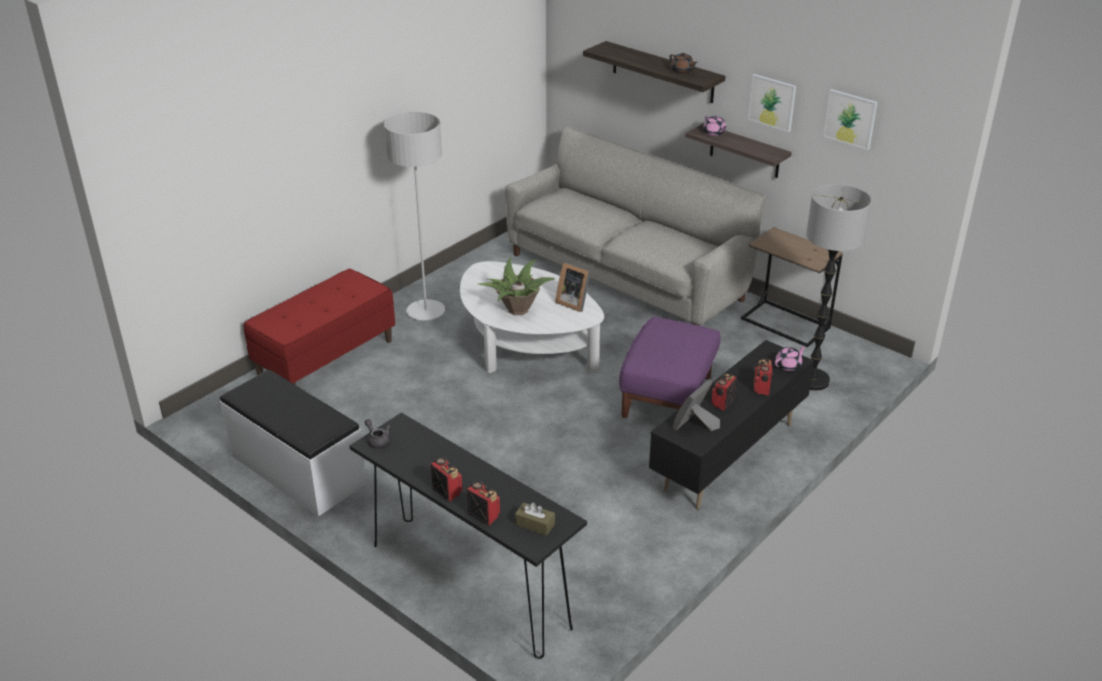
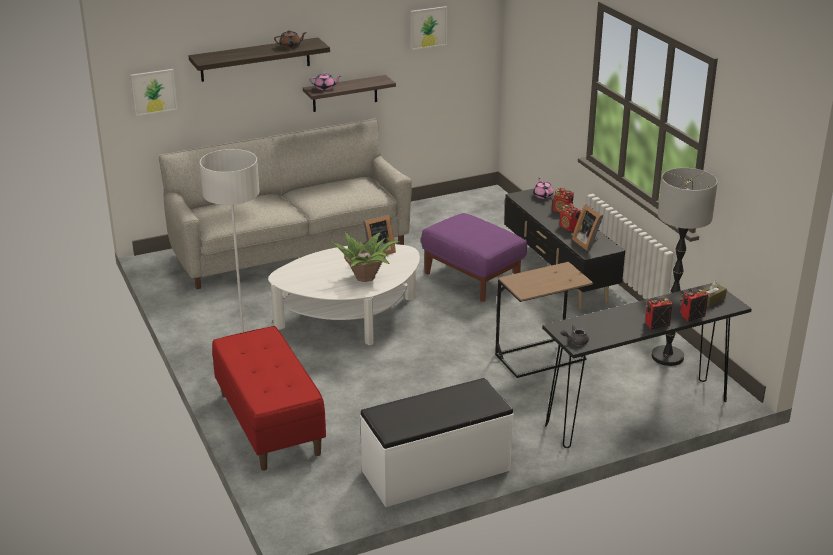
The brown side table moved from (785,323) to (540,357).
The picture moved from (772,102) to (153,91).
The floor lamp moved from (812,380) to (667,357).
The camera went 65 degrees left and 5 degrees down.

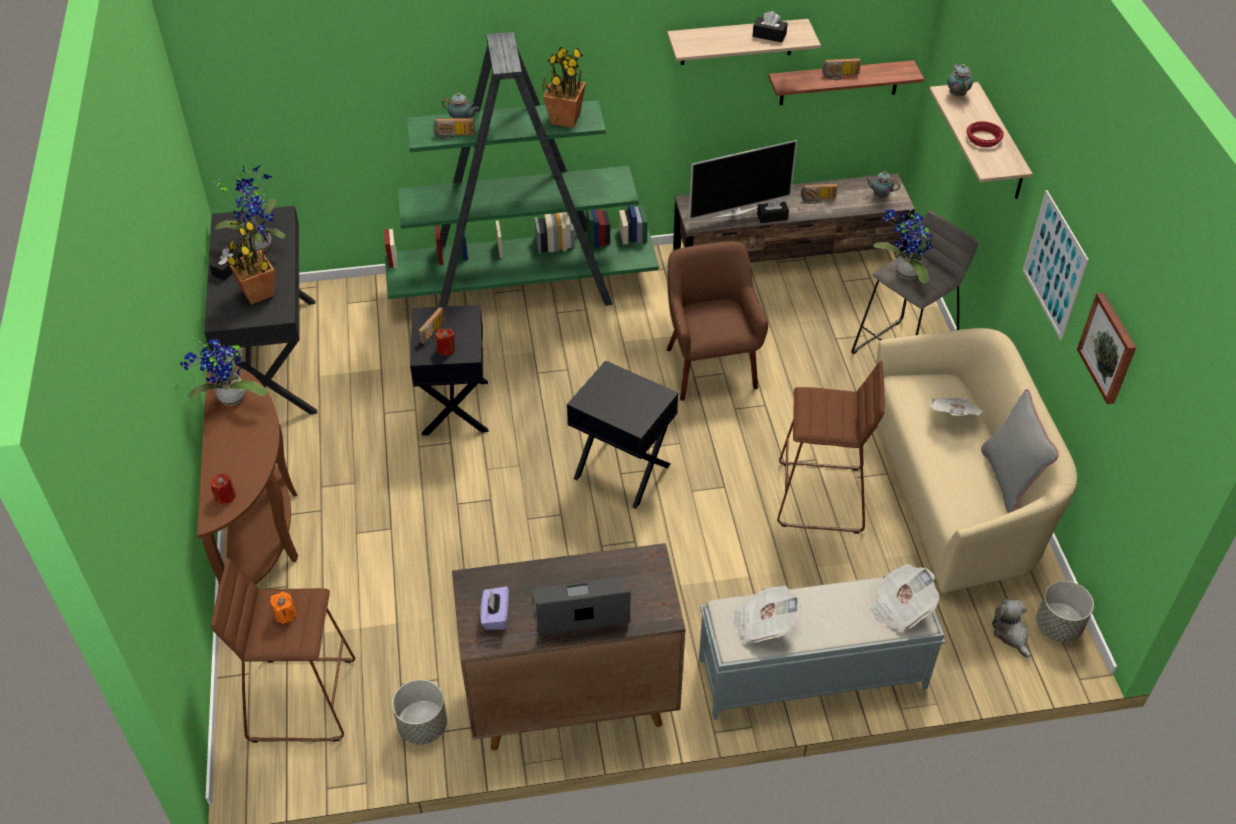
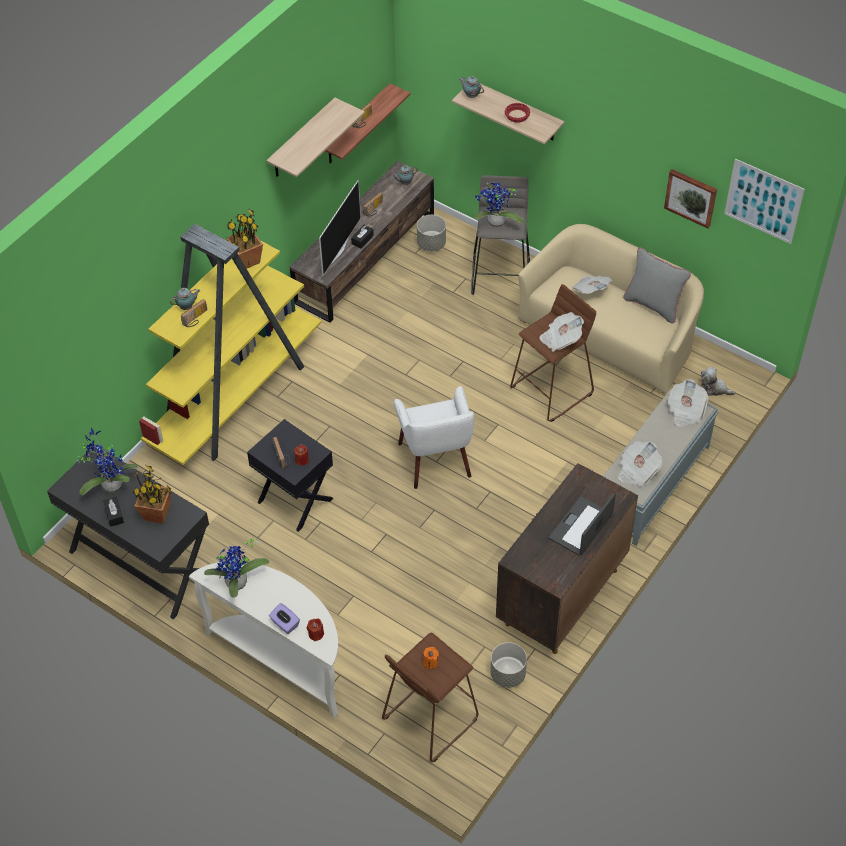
The brown armchair at (709,367) disappeared.
The black tissue box at (769,35) disappeared.
The newspaper at (560,339) appeared.
The purple tissue box moved from (495,616) to (285,624).
The picture moved from (1054,265) to (763,201).
The grey planter moved from (1058,626) to (431,244).
The black side table at (621,472) was replaced by the white armchair at (435,460).
The brown console table at (263,531) became the white console table at (283,659).
The green bookcase at (523,288) became the yellow bookcase at (236,397).
The camera went 45 degrees left and 5 degrees up.

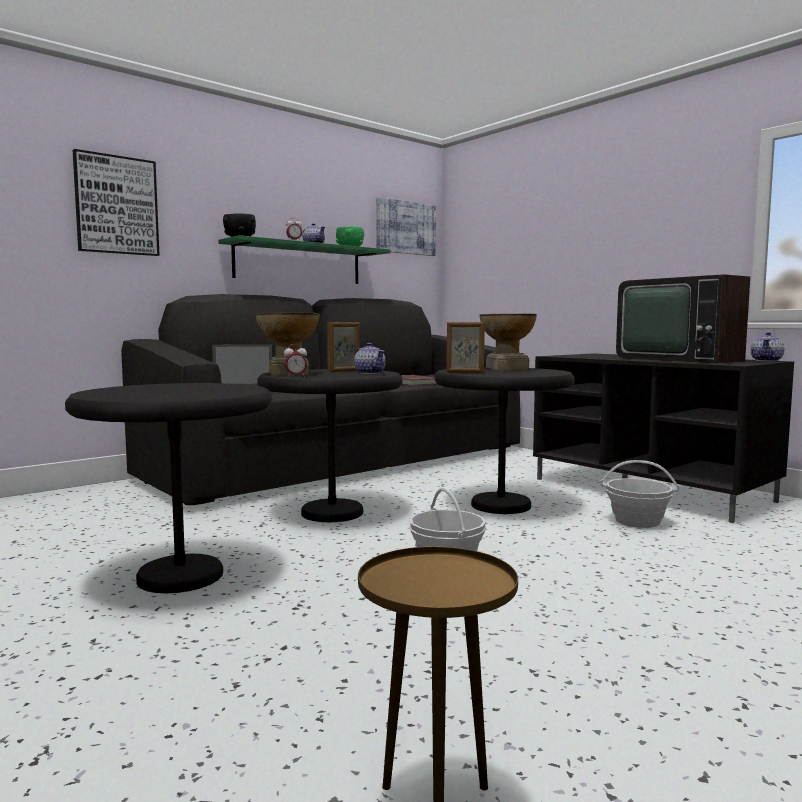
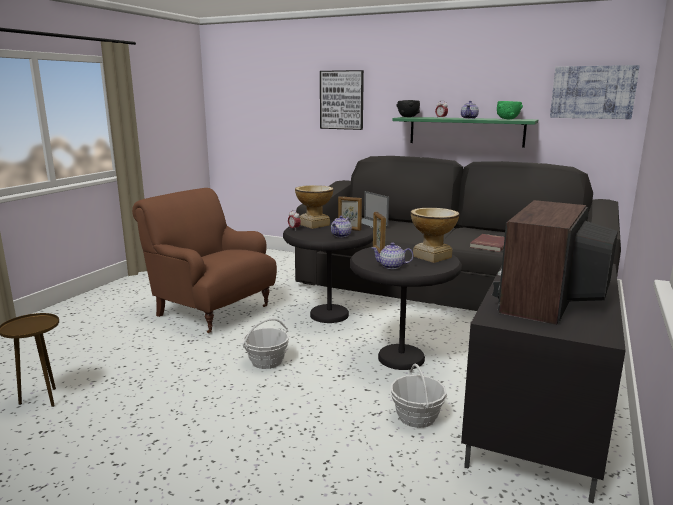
The teapot moved from (767,360) to (392,266).
The black side table at (180,576) was replaced by the brown armchair at (212,310).
The camera went 65 degrees right and 10 degrees up.

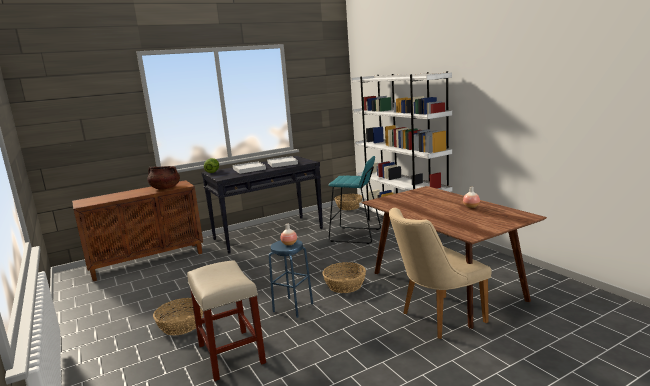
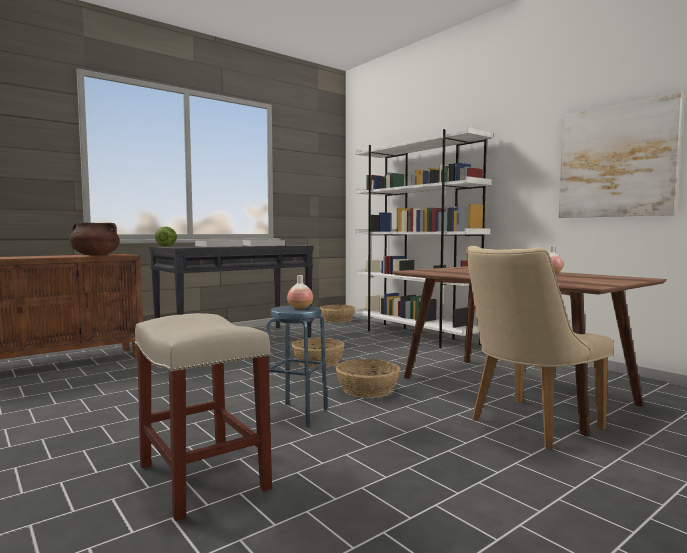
The turquoise stool at (355,235) disappeared.
The picture at (616,161) appeared.
The basket moved from (182,325) to (318,362).
The camera went 10 degrees left and 10 degrees down.

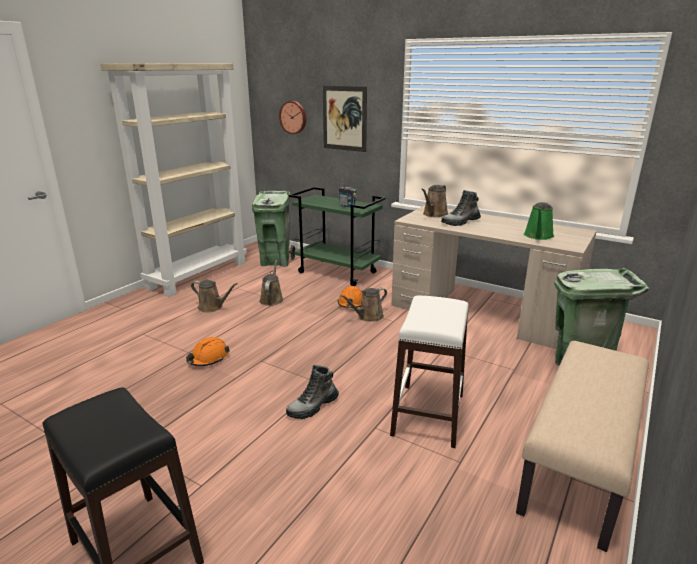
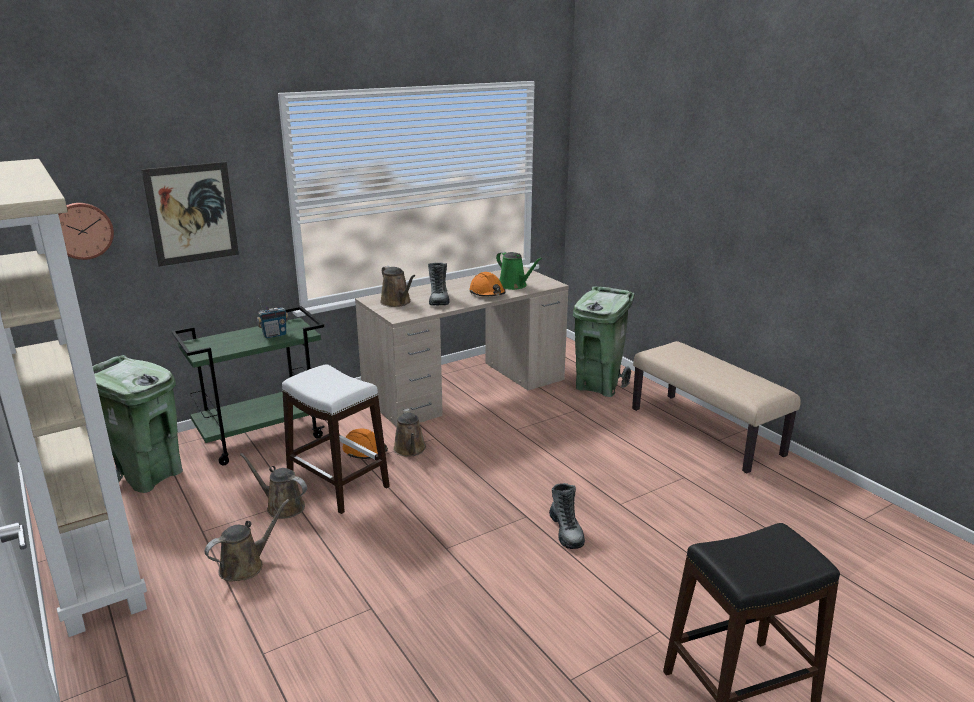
The orange hard hat moved from (208,358) to (487,293).
The white stool moved from (429,414) to (338,483).
The camera went 65 degrees left and 0 degrees up.

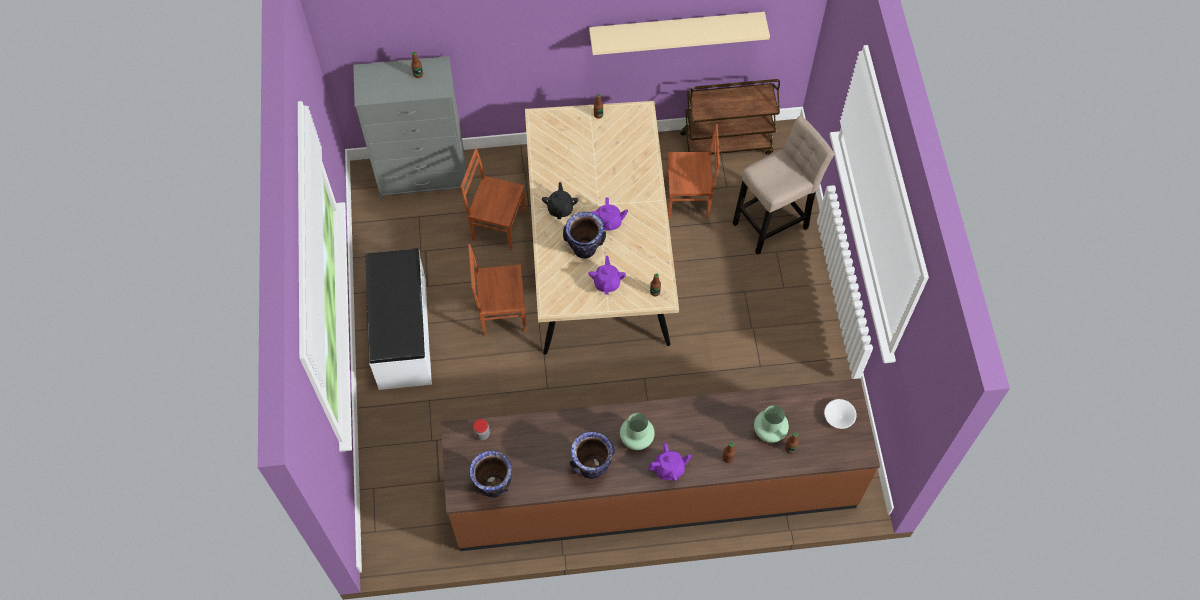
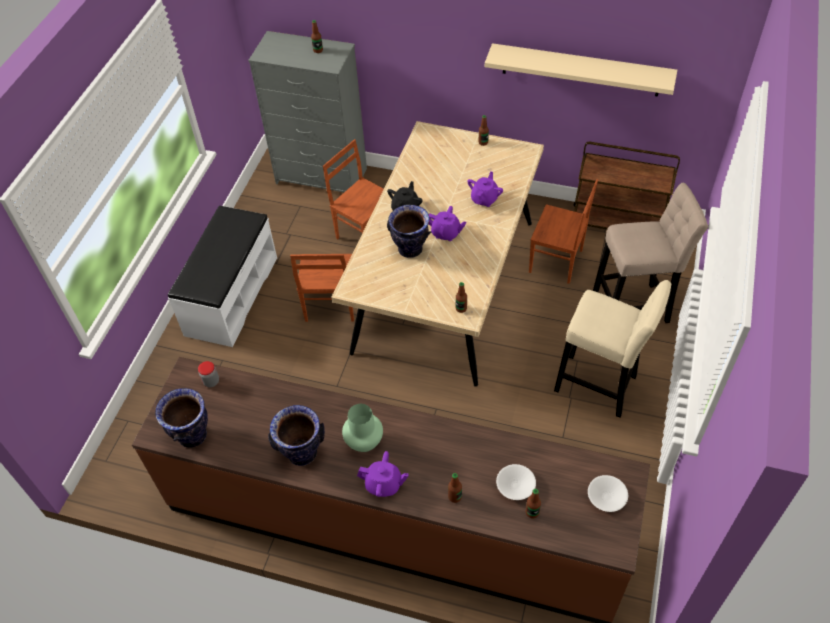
The beige stool at (600,386) appeared.
The purple teapot moved from (607,282) to (484,199).
The green vase at (769,433) was replaced by the white bowl at (515,486).
The brown chair at (502,312) turned 105 degrees counterclockwise.
The camera went 25 degrees right and 10 degrees down.

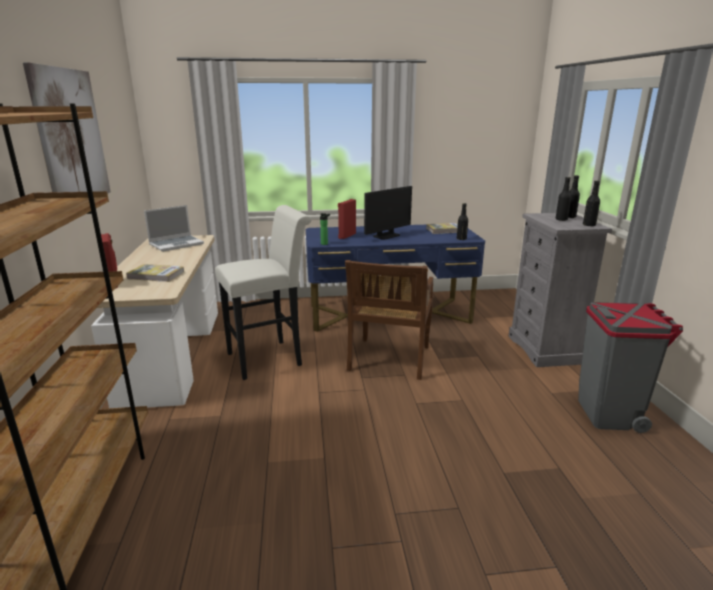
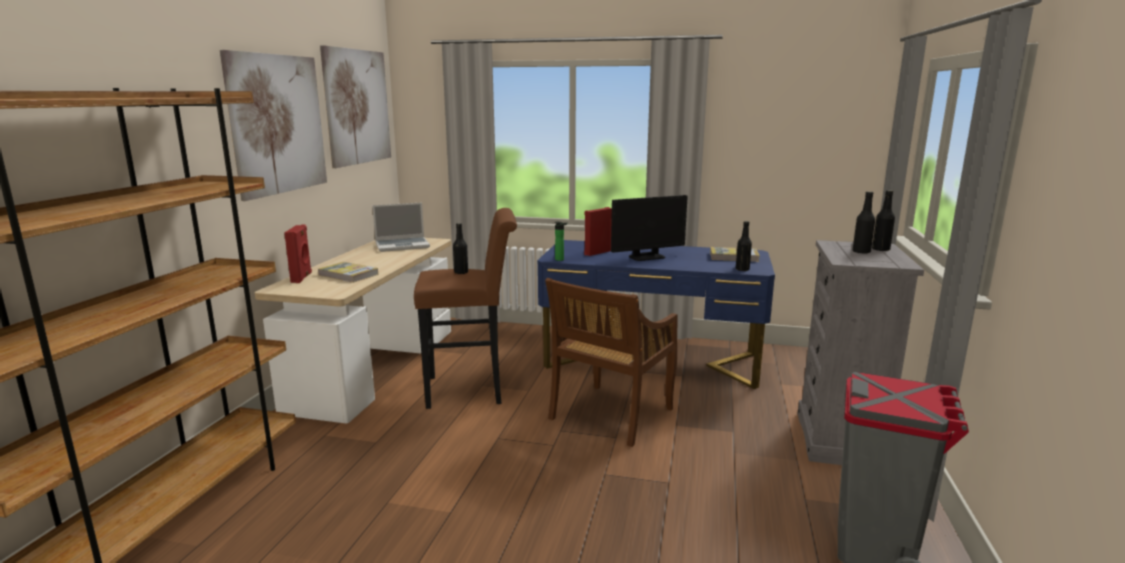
The picture at (357,107) appeared.
The black bottle moved from (589,225) to (461,272).
The white stool at (270,358) became the brown stool at (472,390).
The camera went 20 degrees right and 5 degrees down.

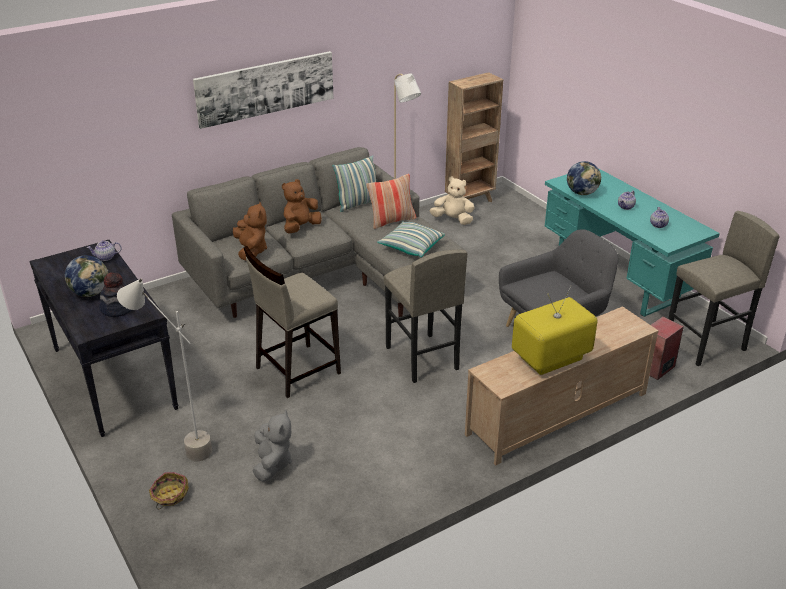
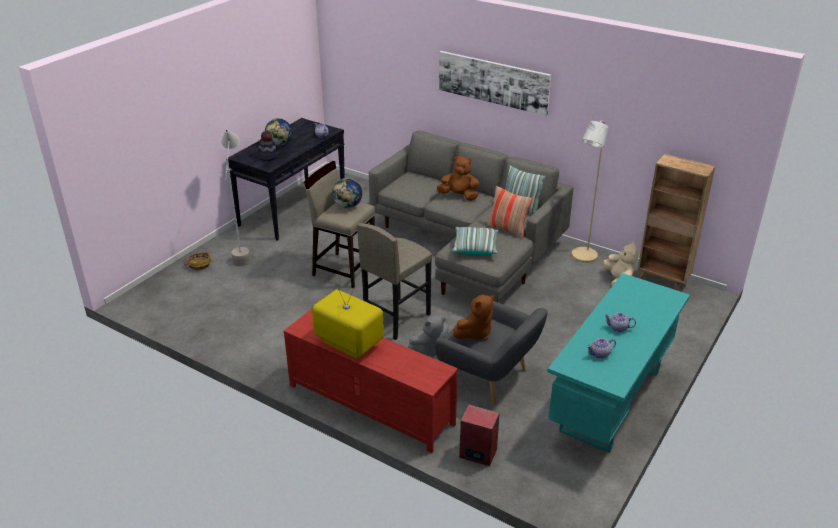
The grey stool at (705,345) disappeared.
The brown plush toy moved from (251,251) to (475,333).
The grey plush toy moved from (272,464) to (430,350).
The globe moved from (582,193) to (348,206).
The beige tv stand at (557,414) became the red tv stand at (370,404).
The camera went 65 degrees right and 0 degrees up.

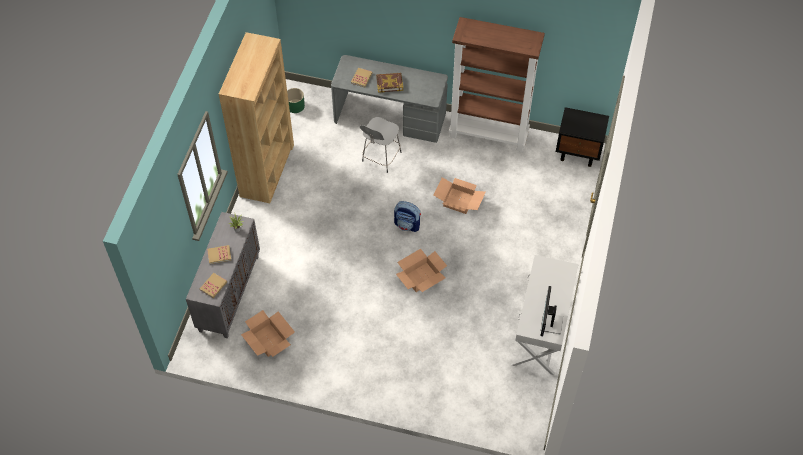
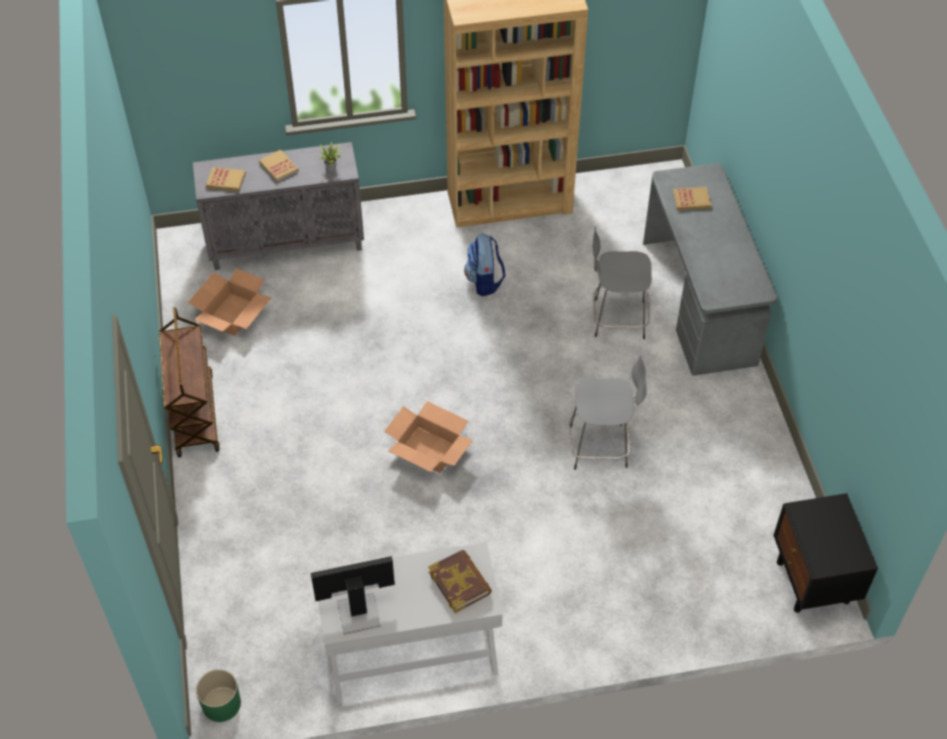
The brown bookcase at (489,134) disappeared.
The brown cart at (194,414) appeared.
The green planter moved from (295,106) to (221,704).
The book moved from (389,83) to (460,583).
The backpack moved from (407,224) to (484,281).
The cardboard box at (459,200) was replaced by the grey stool at (601,446).
The camera went 65 degrees right and 5 degrees down.

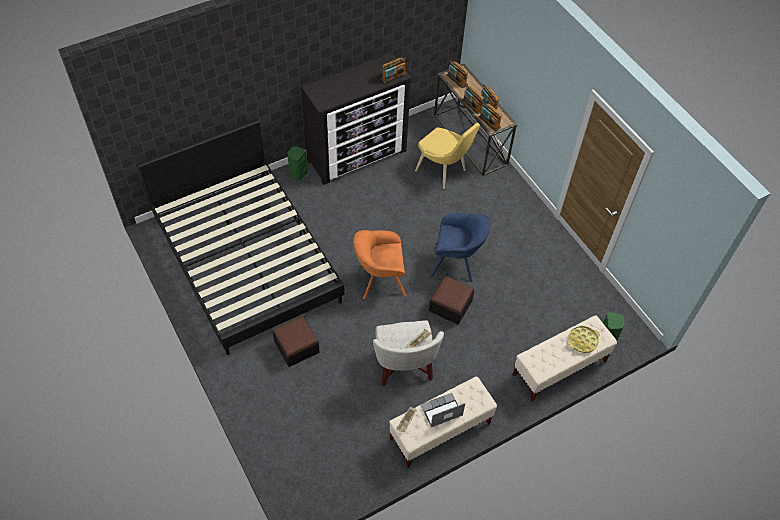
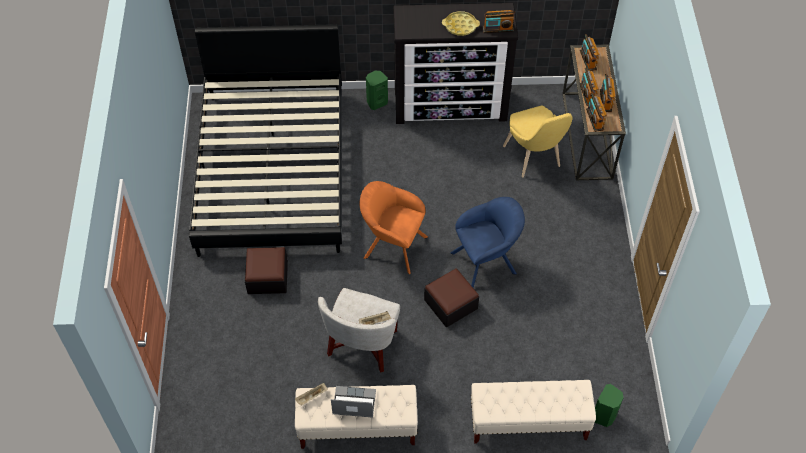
The yellow tray moved from (582,341) to (460,26).
The blue armchair at (457,262) turned 60 degrees counterclockwise.
The camera went 30 degrees right and 0 degrees up.

